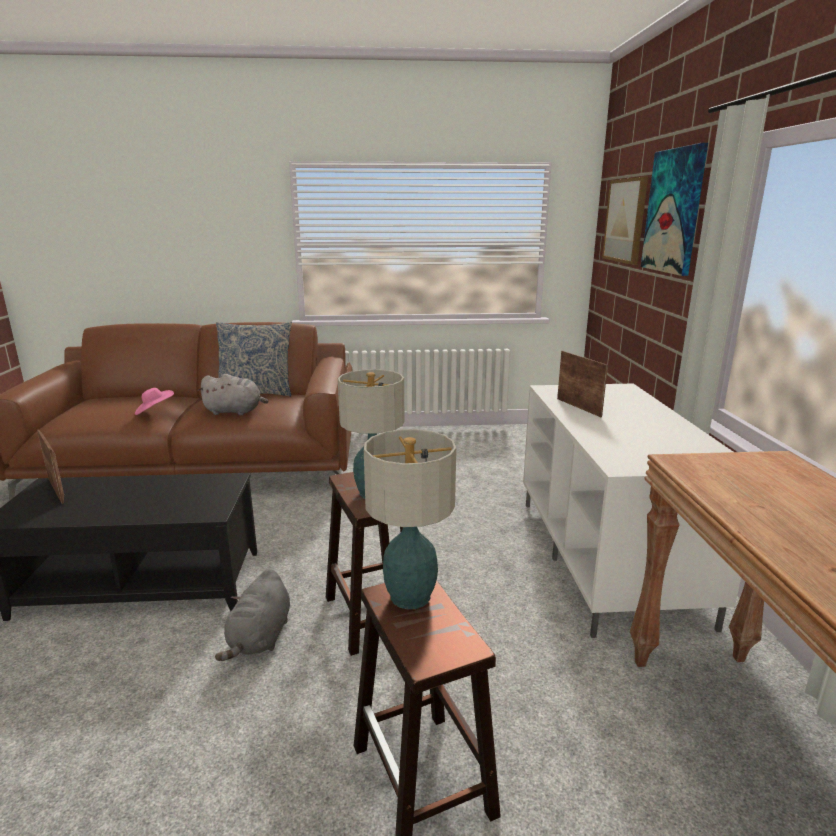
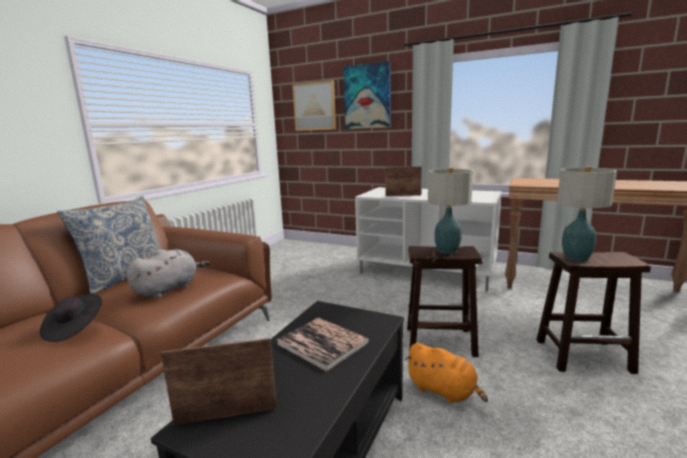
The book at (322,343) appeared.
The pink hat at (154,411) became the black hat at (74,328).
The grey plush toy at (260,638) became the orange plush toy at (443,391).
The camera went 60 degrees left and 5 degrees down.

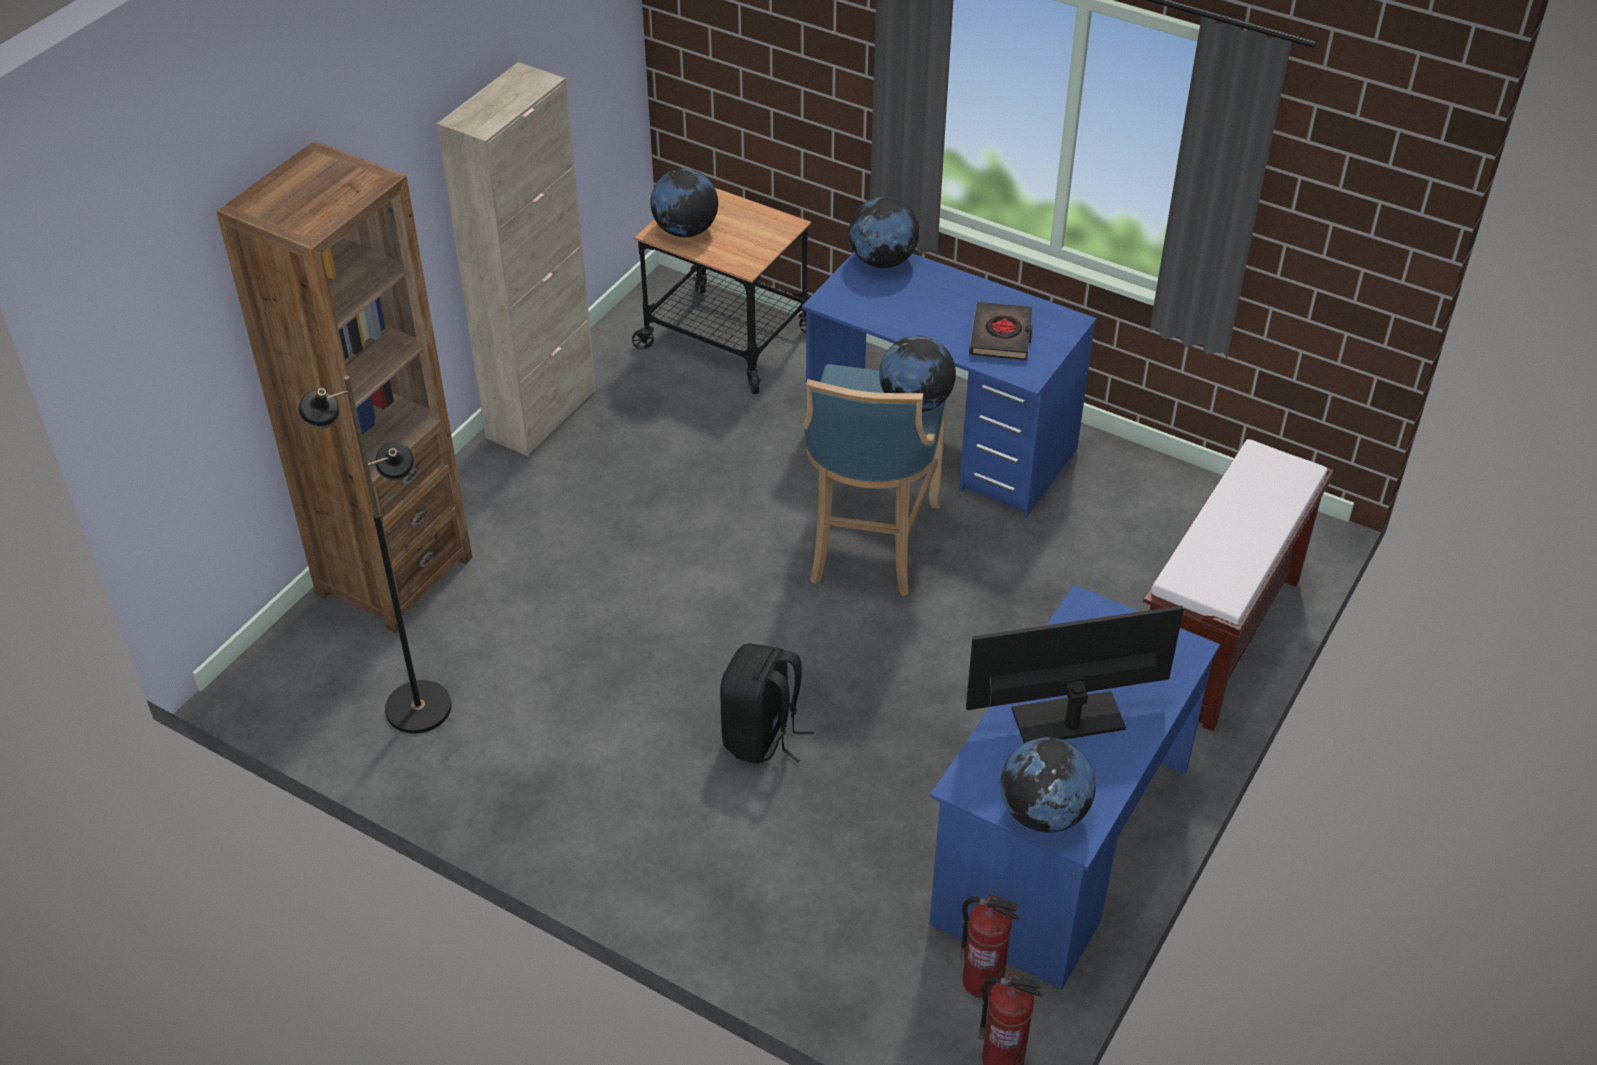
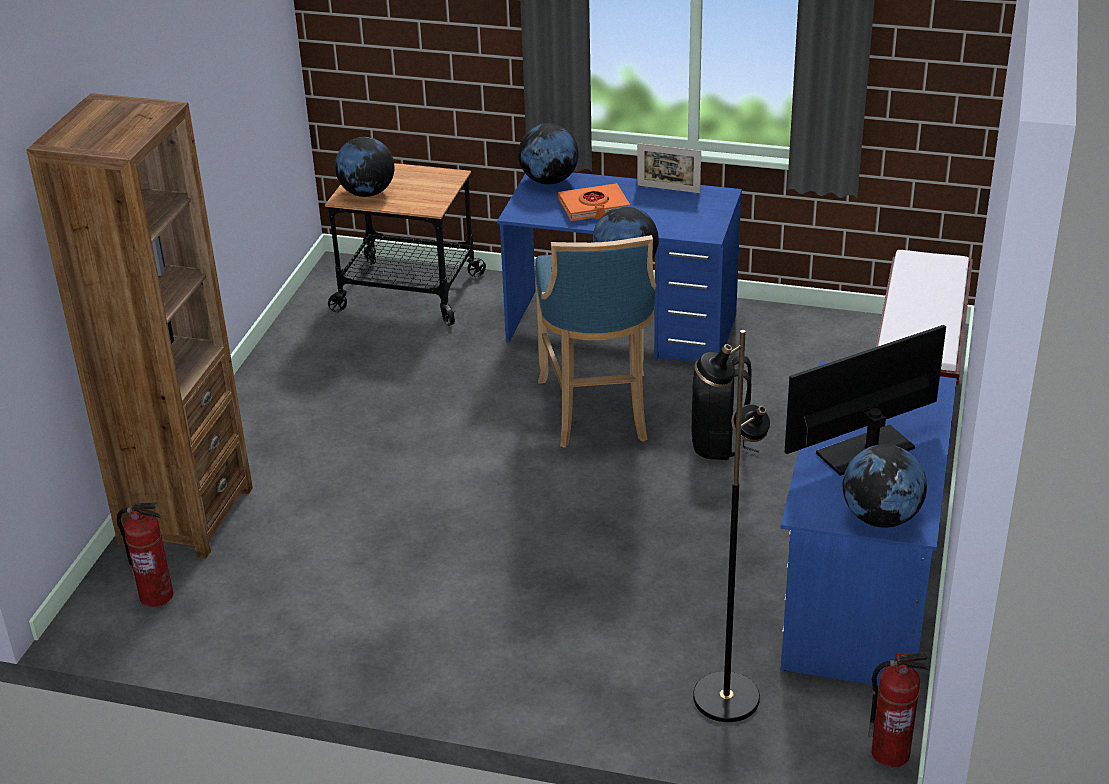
The beige cabinet at (542,414) disappeared.
The black book at (1001,336) disappeared.
The orange book at (594,207) appeared.
The picture frame at (668,189) appeared.
The black floor lamp moved from (417,707) to (724,697).
The black backpack moved from (762,736) to (720,443).
The fire extinguisher moved from (983,981) to (157,595).
The camera went 15 degrees left and 10 degrees down.

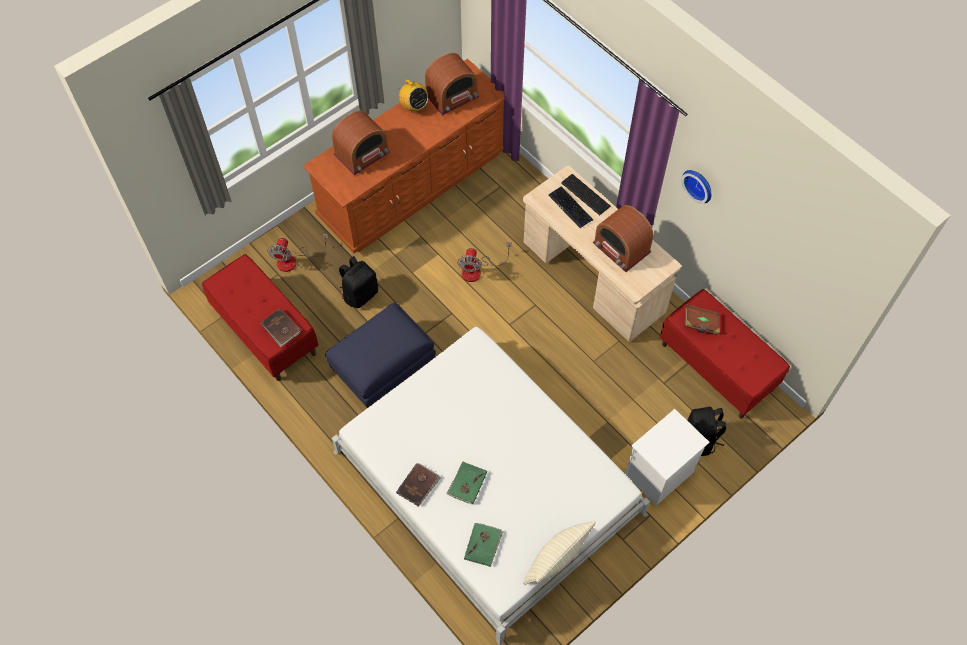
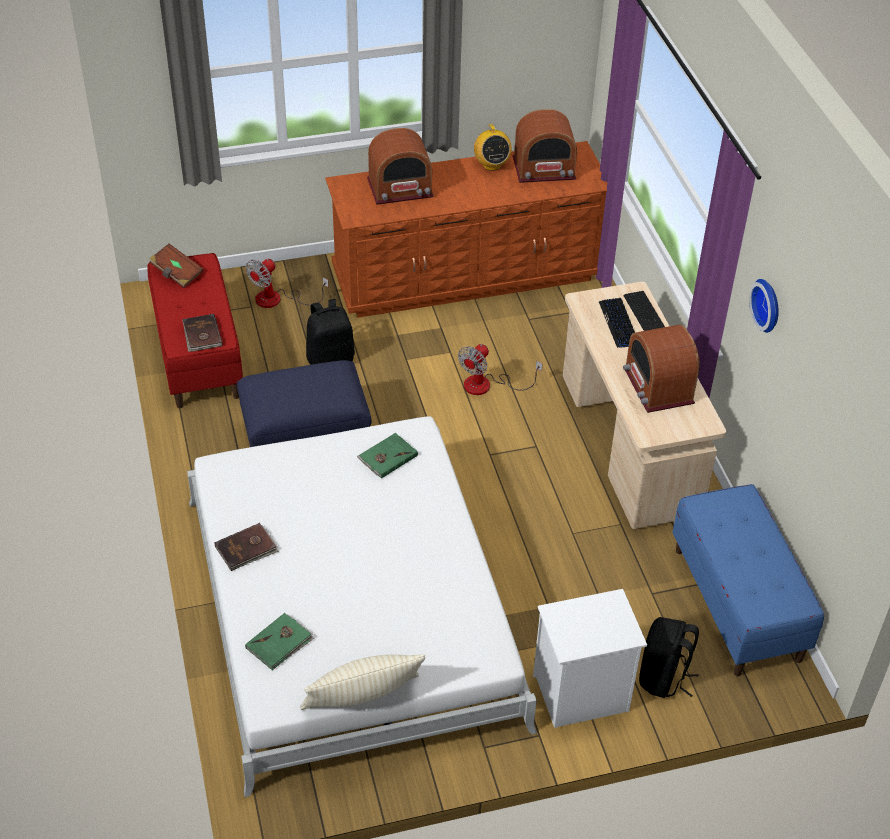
The green book moved from (467,483) to (387,457).
The brown book moved from (701,324) to (176,273).
The red bench at (717,367) became the blue bench at (737,604).
The camera went 25 degrees right and 15 degrees down.

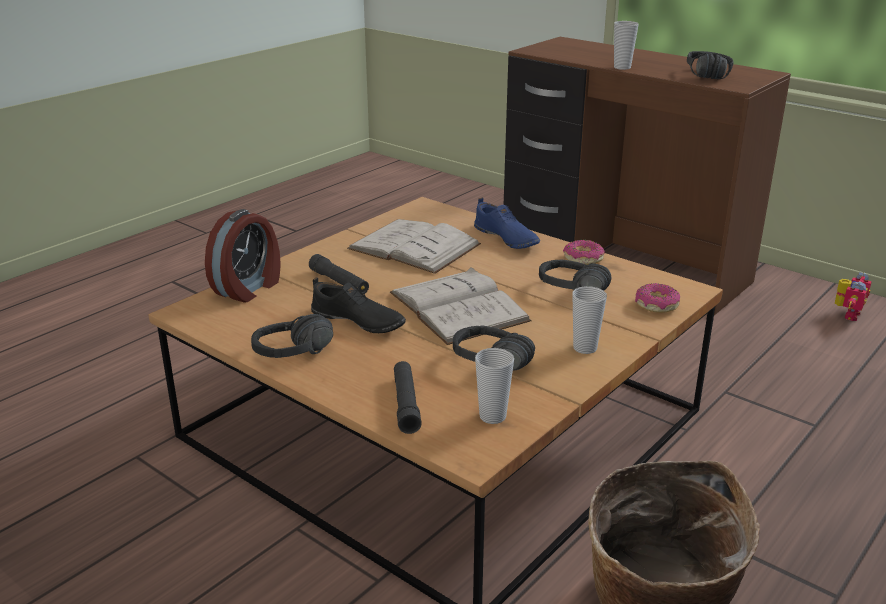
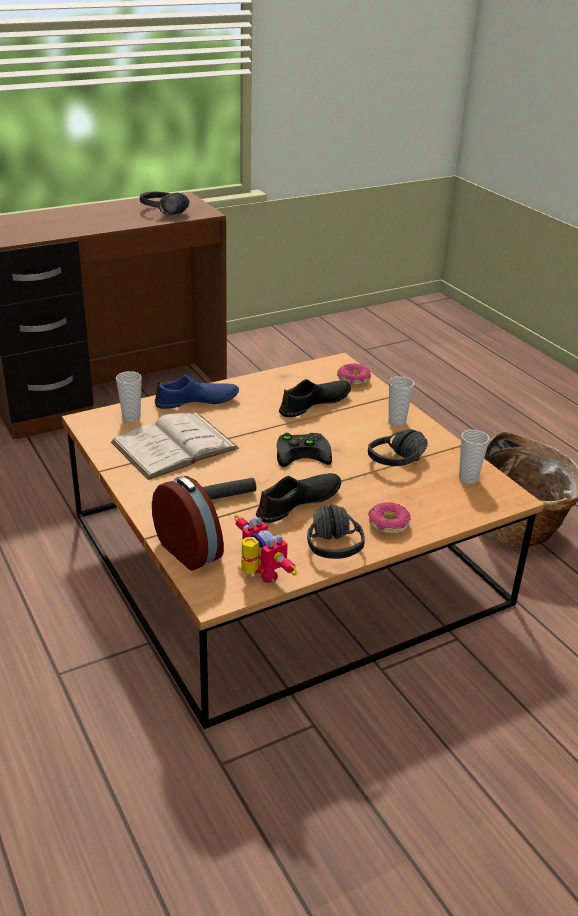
The black flashlight at (406,404) disappeared.
The donut moved from (583,259) to (388,524).
The cup moved from (622,67) to (131,417).
The toy robot moved from (847,314) to (258,575).
The white book at (458,306) was replaced by the black game controller at (304,452).
The black headphones at (570,294) was replaced by the black shoe at (315,404).
The camera went 70 degrees left and 5 degrees up.

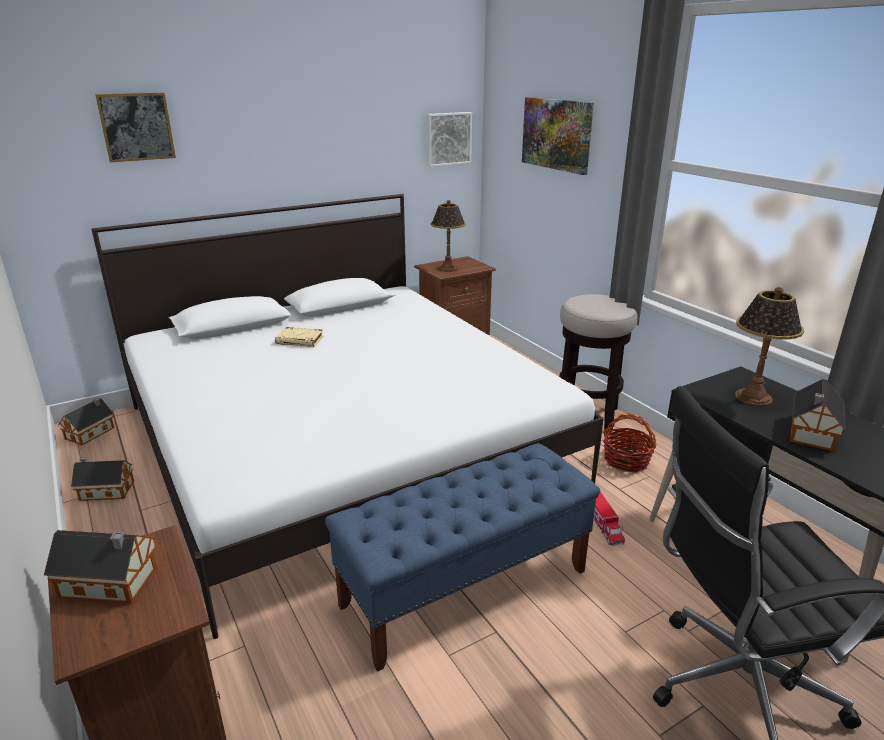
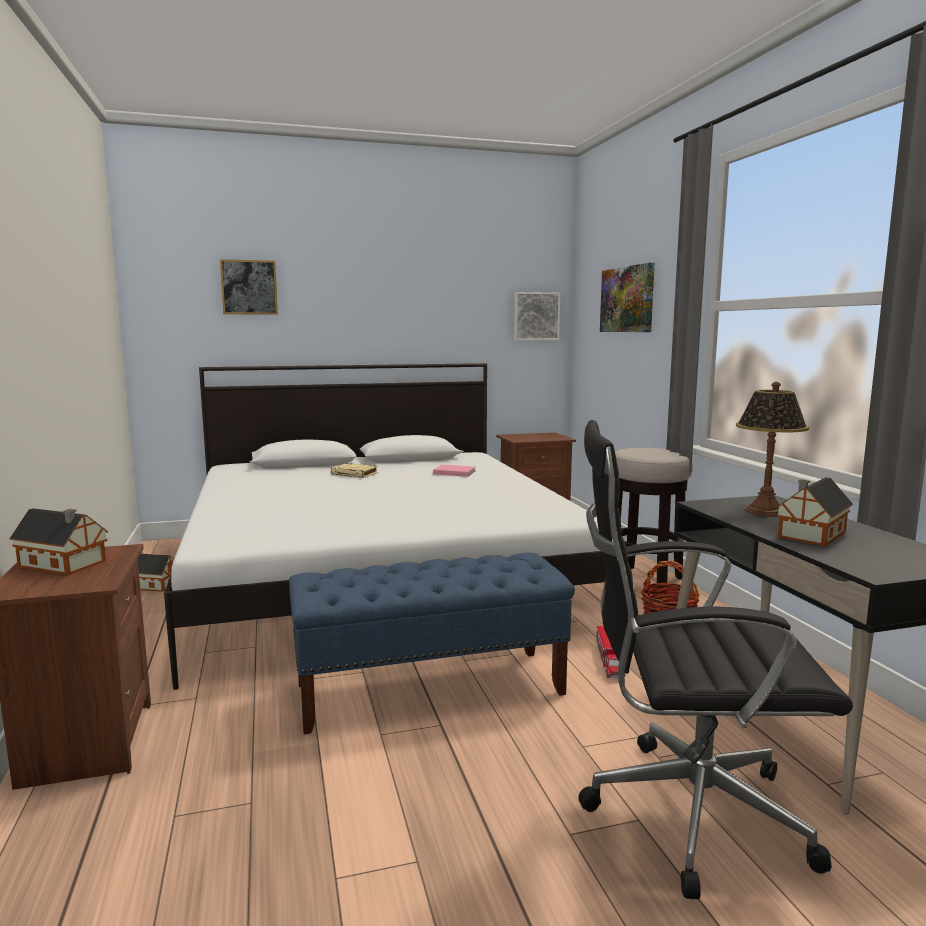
The toy house at (92,432) disappeared.
The table lamp at (448,268) disappeared.
The pink book at (453,472) appeared.
The camera went 15 degrees right and 15 degrees down.

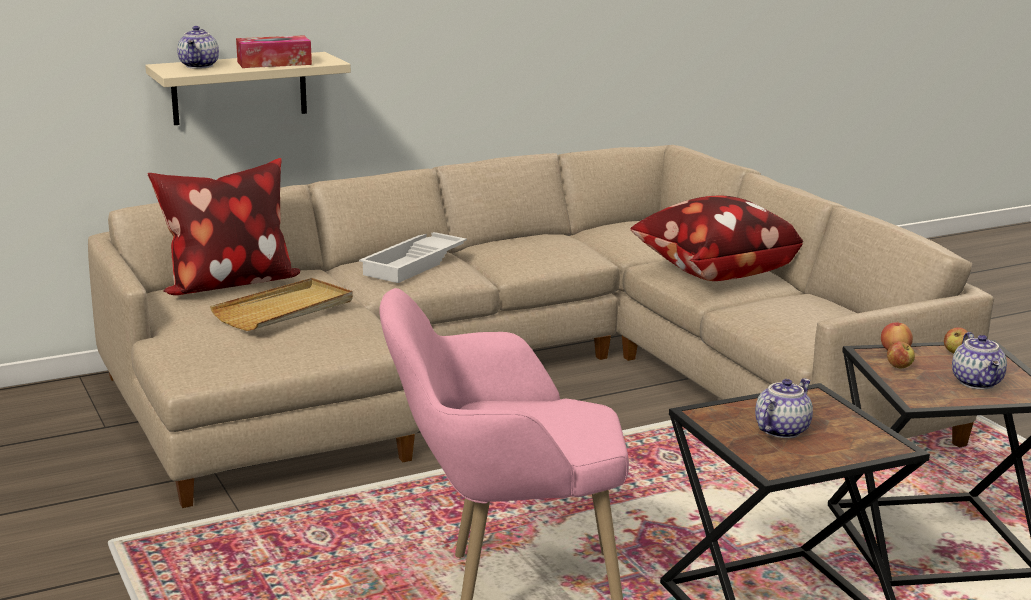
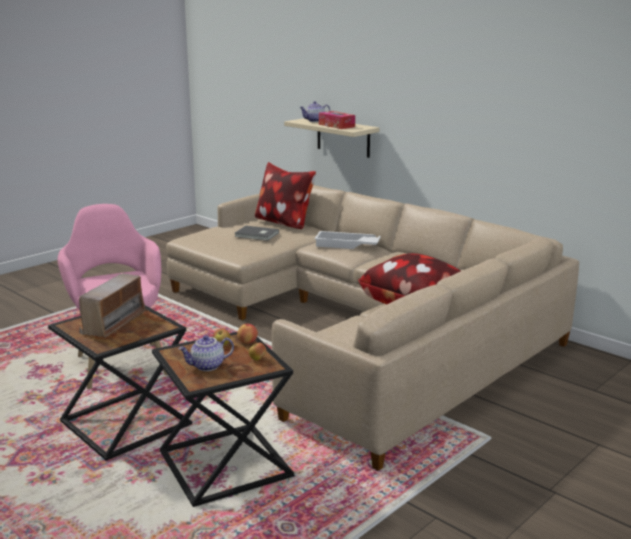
The beige tray at (285,310) was replaced by the grey book at (256,235).
The teapot at (781,430) was replaced by the radio at (114,323).
The camera went 70 degrees right and 0 degrees up.

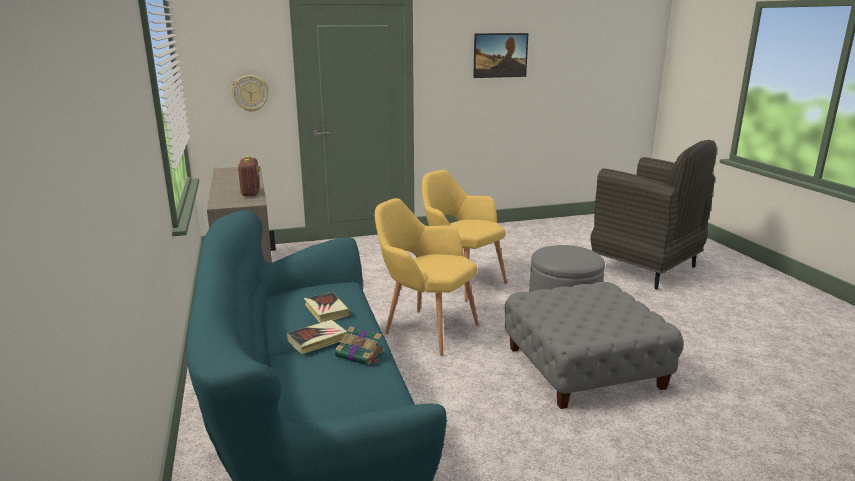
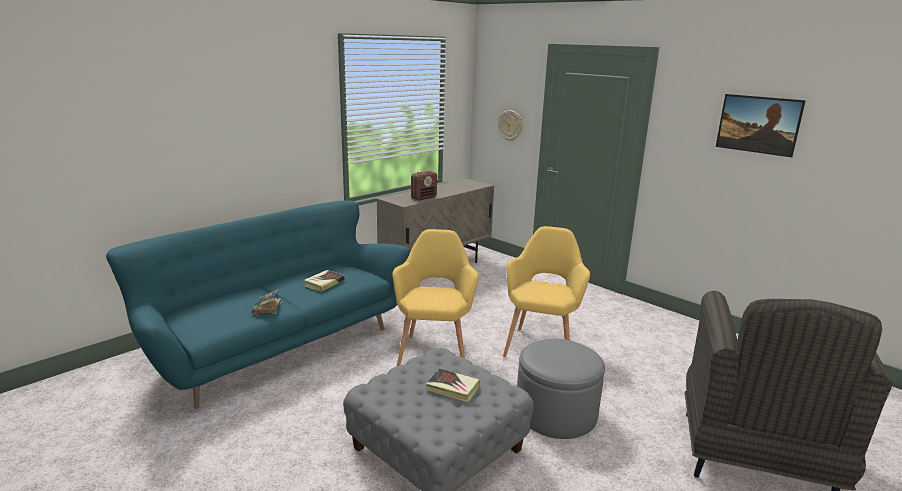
The book moved from (317,340) to (452,388).
The camera went 60 degrees right and 0 degrees up.

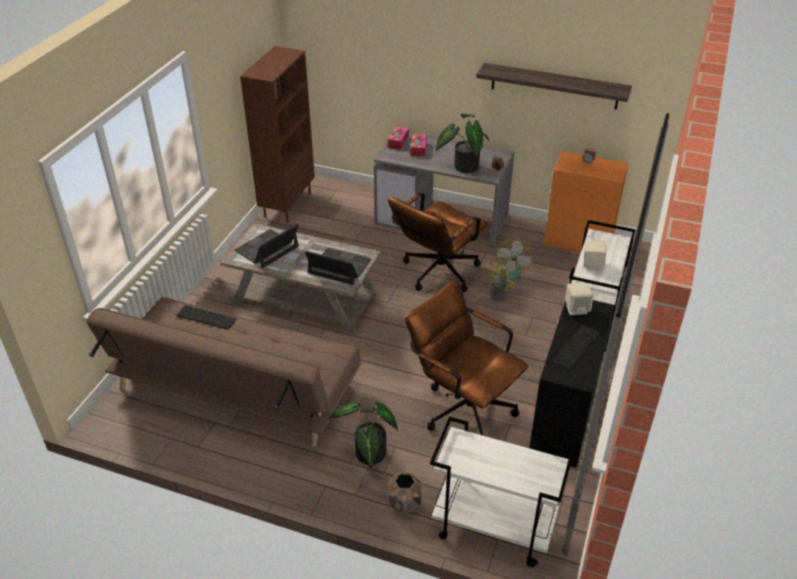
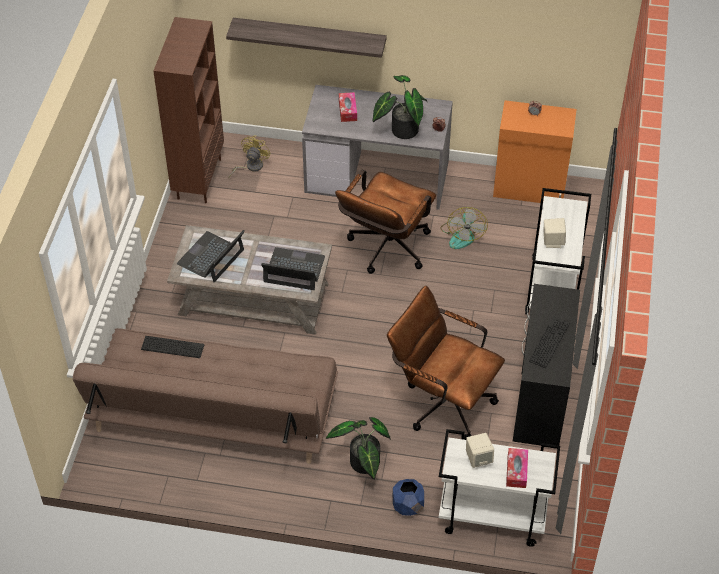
The tissue box moved from (398,142) to (516,471).
The yellow fan moved from (494,296) to (250,167).
The shelf moved from (554,86) to (309,37).
The beige speaker moved from (576,309) to (478,458).
The brown planter at (405,503) became the blue planter at (408,505).
The camera went 10 degrees left and 10 degrees up.

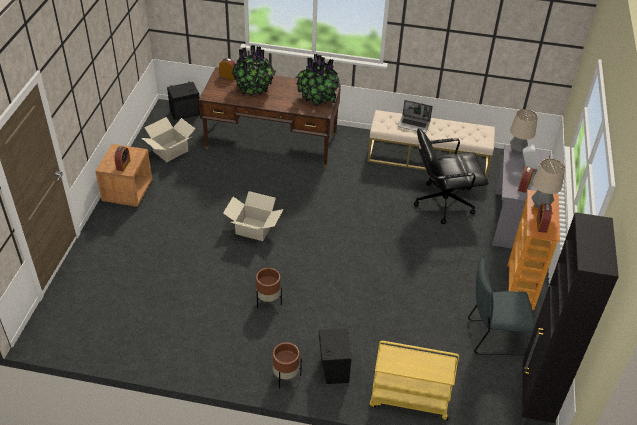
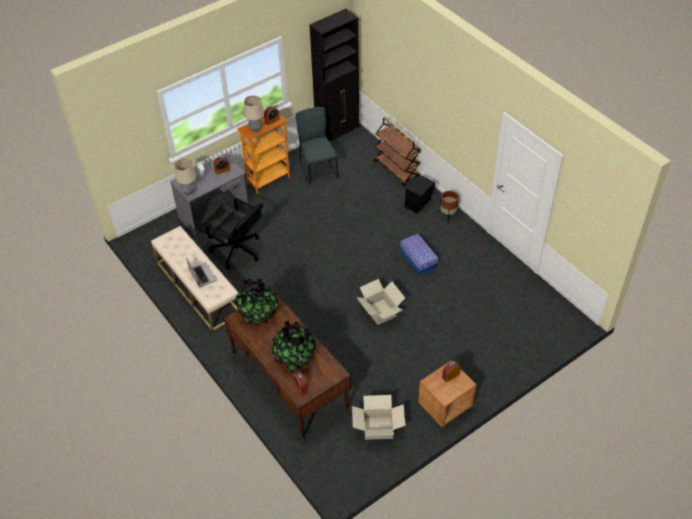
The black speaker at (186,113) disappeared.
The brown planter at (268,301) was replaced by the storage box at (418,259).
The yellow cart at (409,400) became the brown cart at (397,170).
The grey chair at (494,337) turned 150 degrees counterclockwise.
The camera went 135 degrees left and 5 degrees up.

